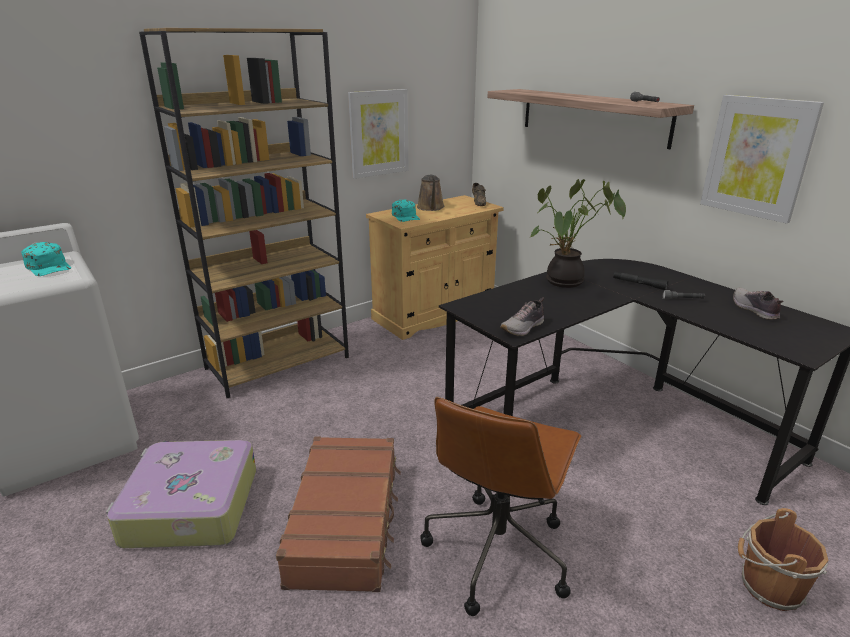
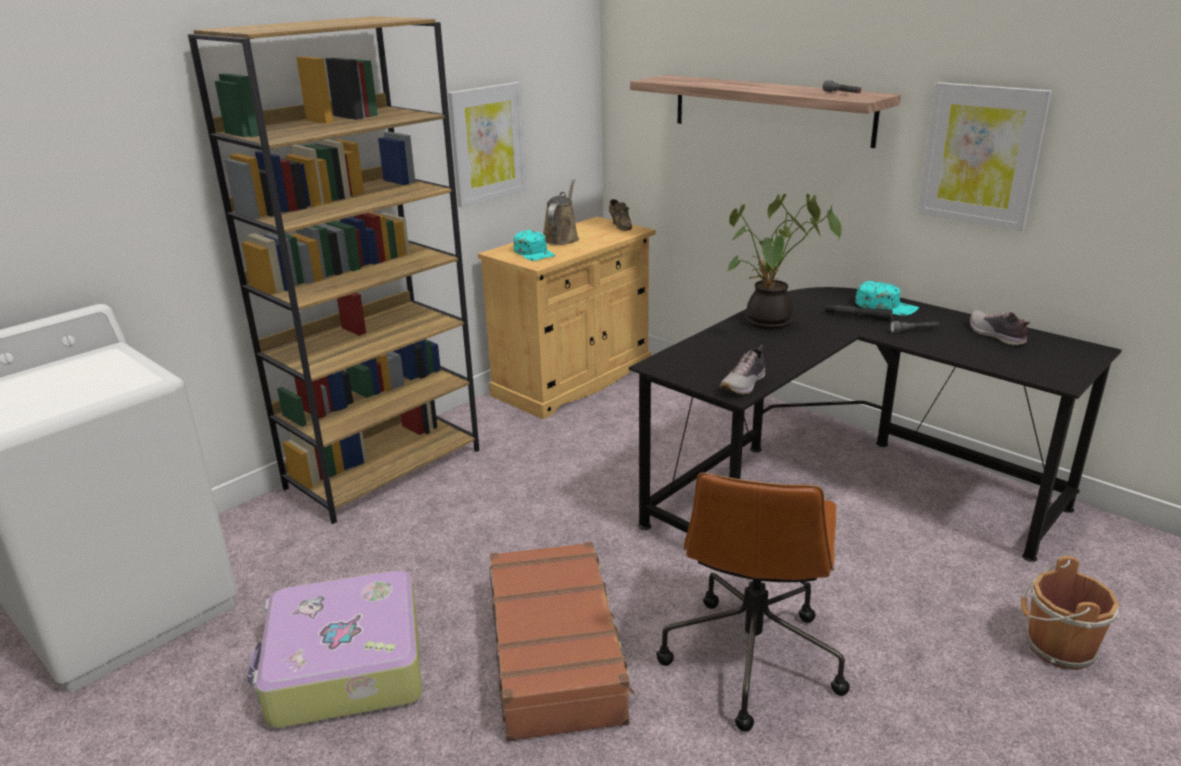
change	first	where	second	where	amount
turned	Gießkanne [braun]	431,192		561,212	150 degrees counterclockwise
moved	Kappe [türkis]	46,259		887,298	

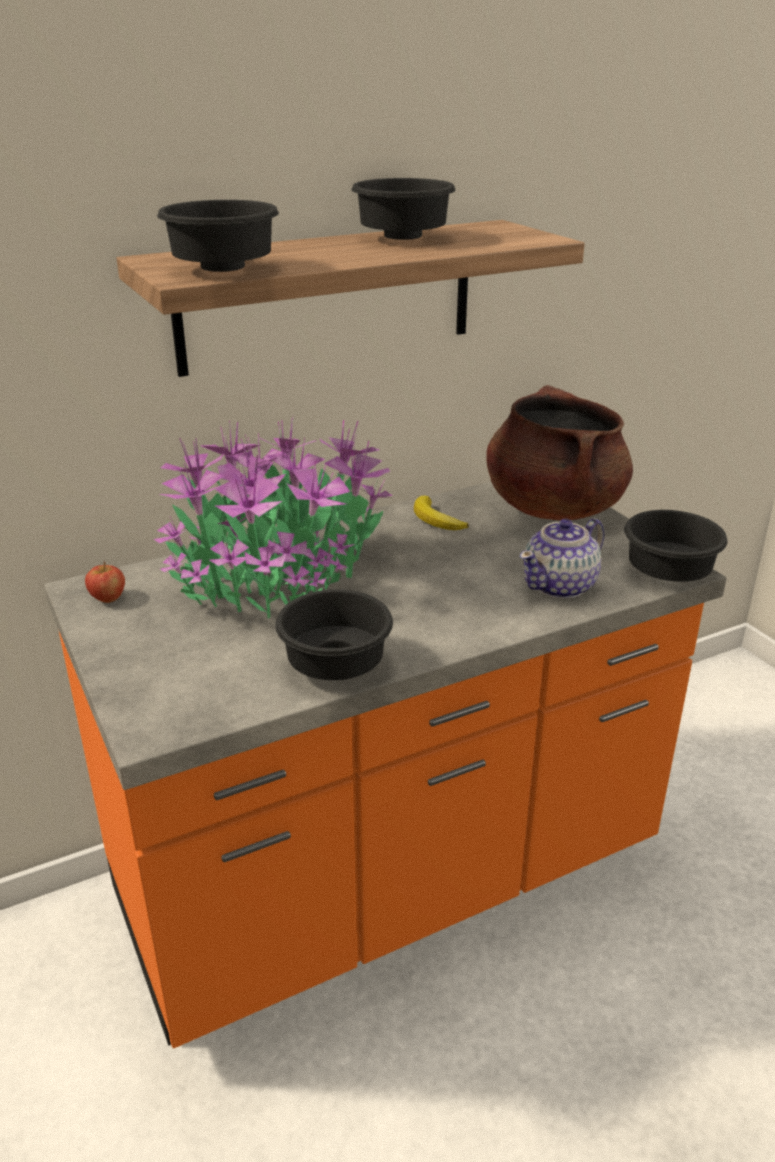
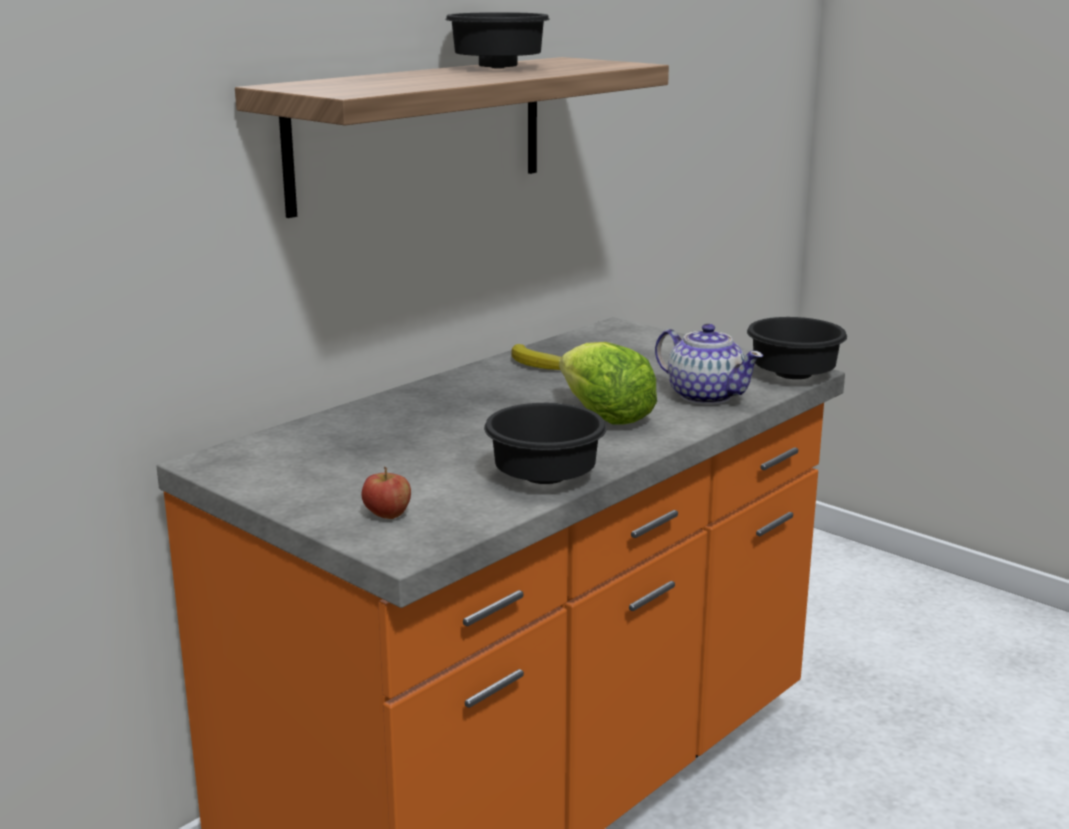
change	first	where	second	where	amount
removed	Schüssel [schwarz]	218,236			
removed	Kochtopf [braun]	559,452			
removed	Topfpflanze	273,517			
turned	Teekanne	562,558		709,364	75 degrees counterclockwise
moved	Apfel	105,582		386,492	
added			Salatkopf	608,383	

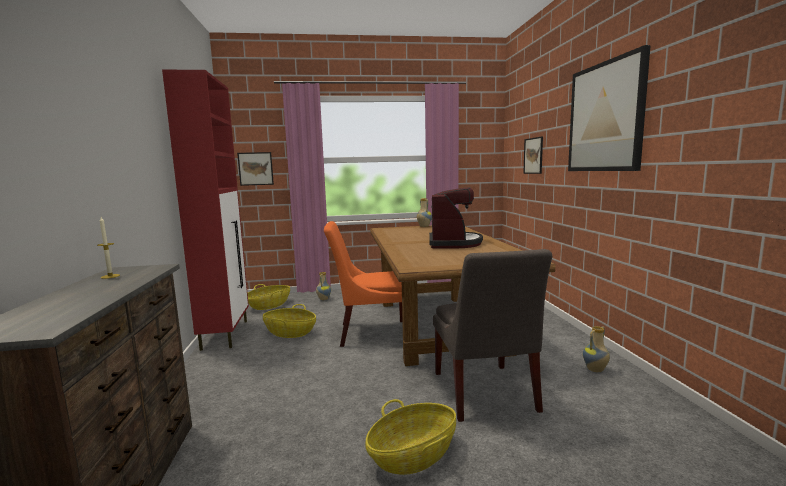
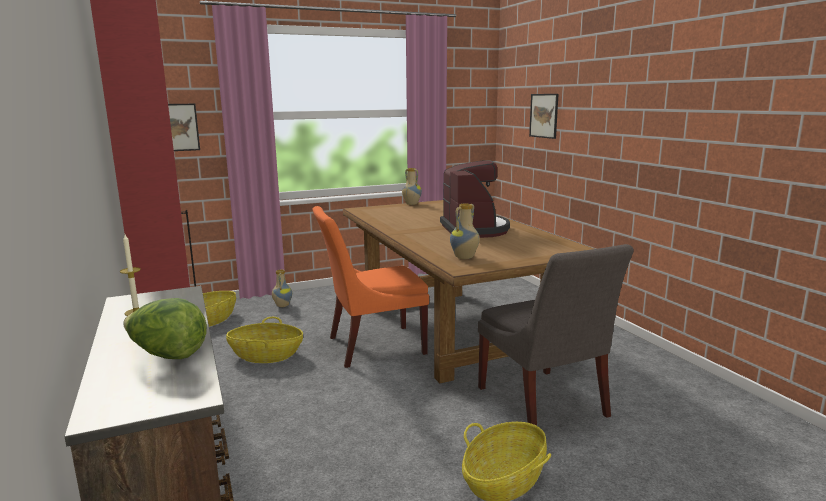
change	first	where	second	where	amount
removed	Bild	609,108			
moved	Vase	596,349		465,231	
added			Salatkopf	165,328	

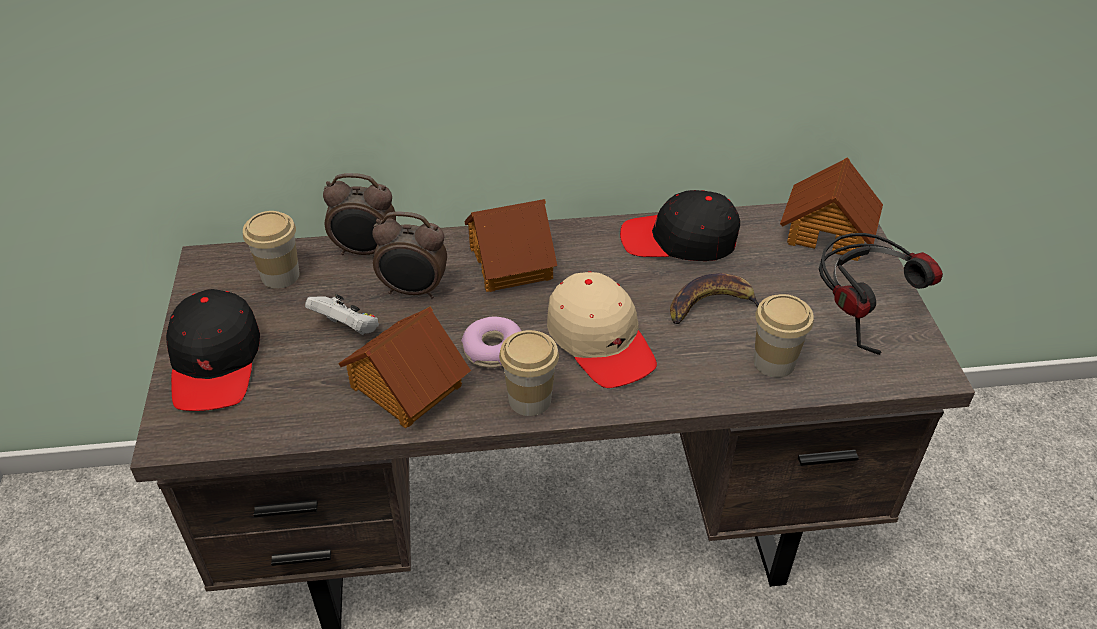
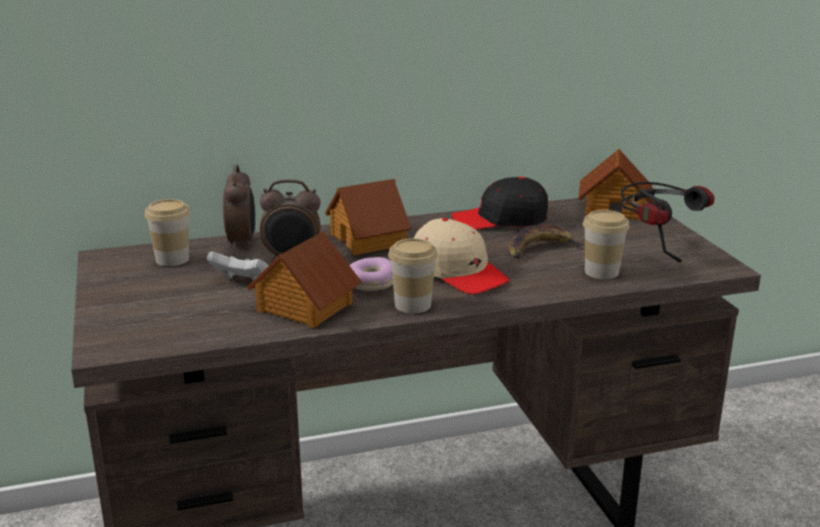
change	first	where	second	where	amount
turned	Wecker	359,214		239,206	90 degrees counterclockwise
removed	Kappe [schwarz]	213,350			

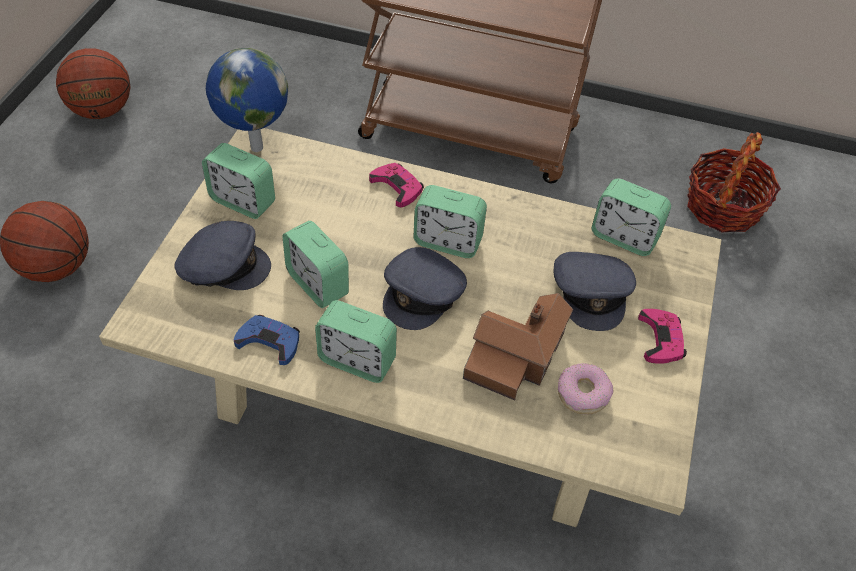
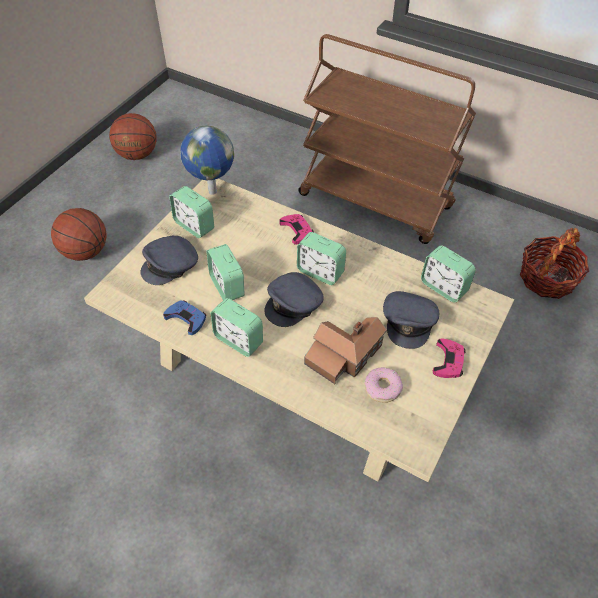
change	first	where	second	where	amount
turned	Kappe [grau]	222,255		169,260	120 degrees clockwise

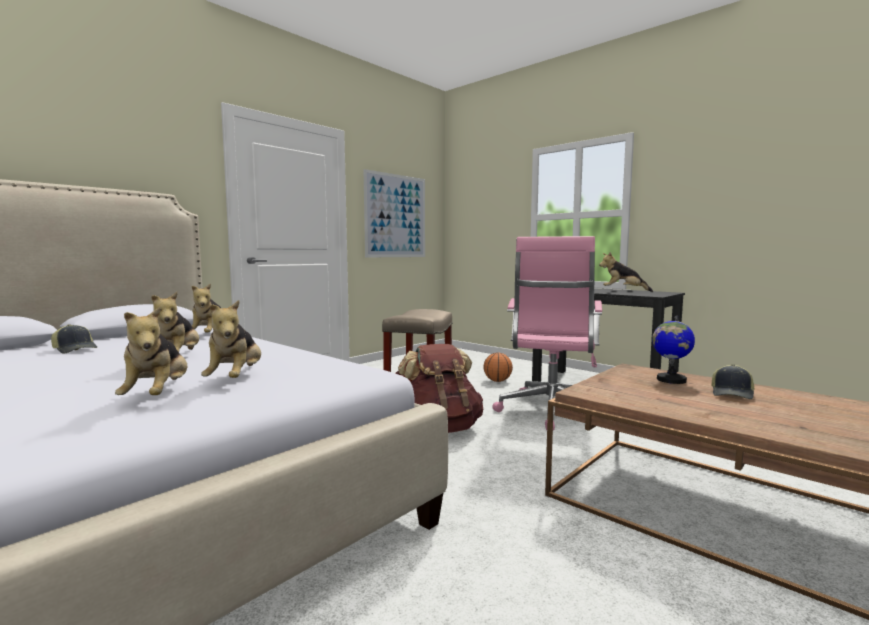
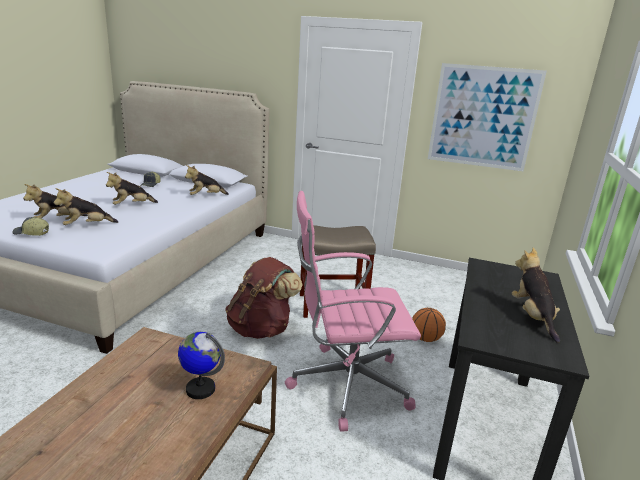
change	first	where	second	where	amount
moved	Kappe	733,381		30,226	

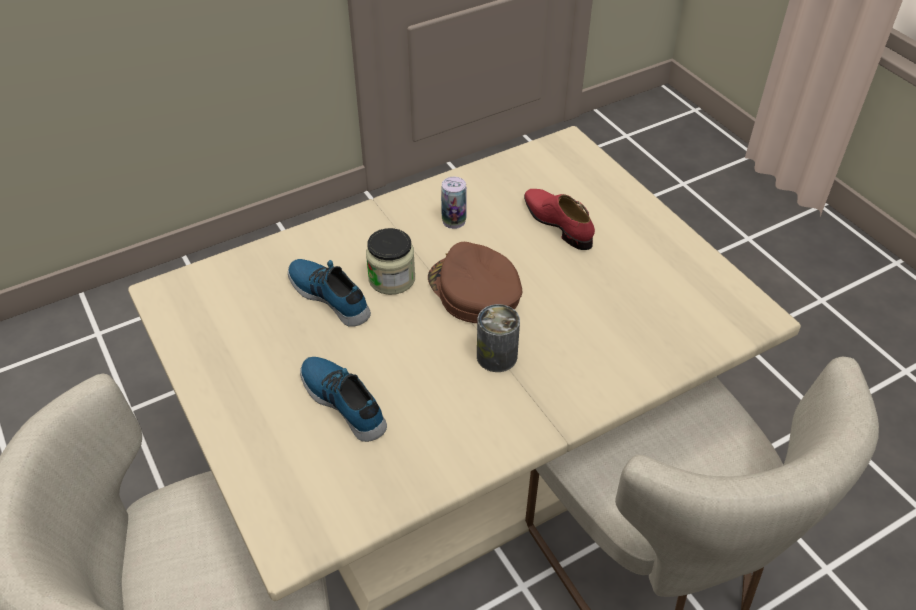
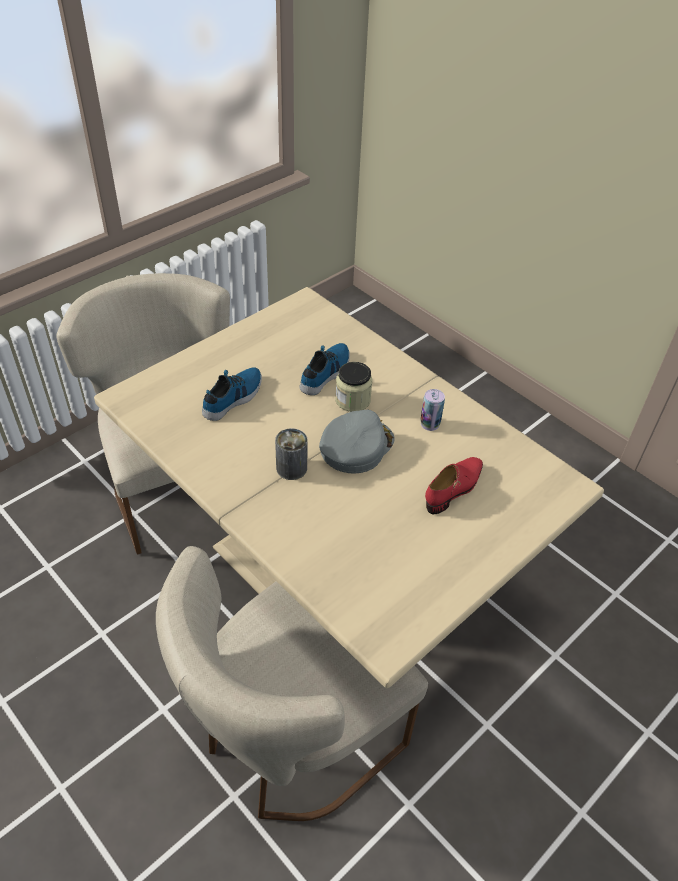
change	first	where	second	where	amount
recoloured	Kappe [braun]	475,282	Kappe [grau]	357,442	

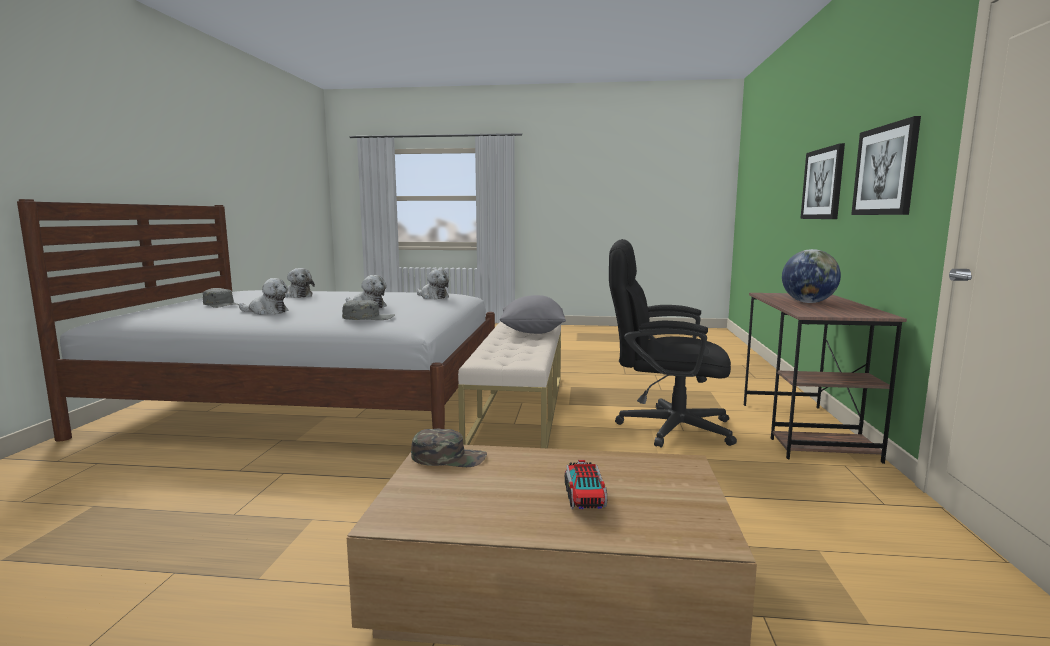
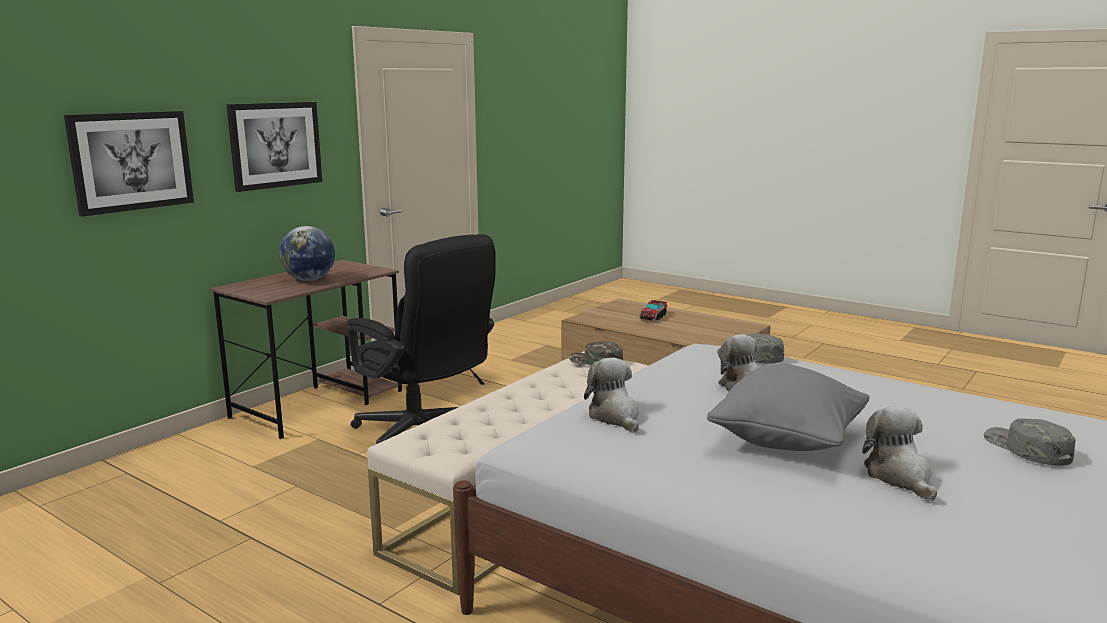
change	first	where	second	where	amount
removed	Plüschtier	264,296			
moved	Kissen [grau]	533,314		788,407	
moved	Kappe [grün]	449,448		596,353	

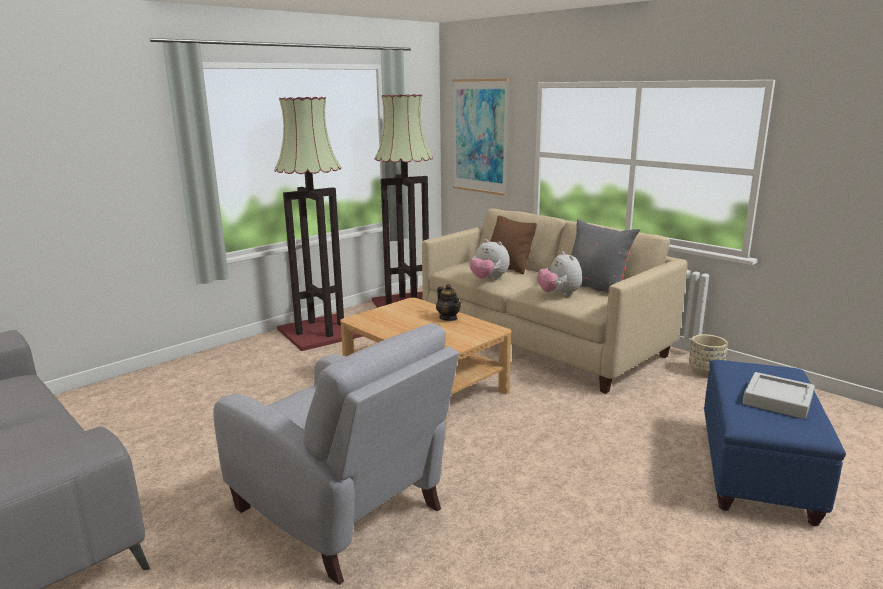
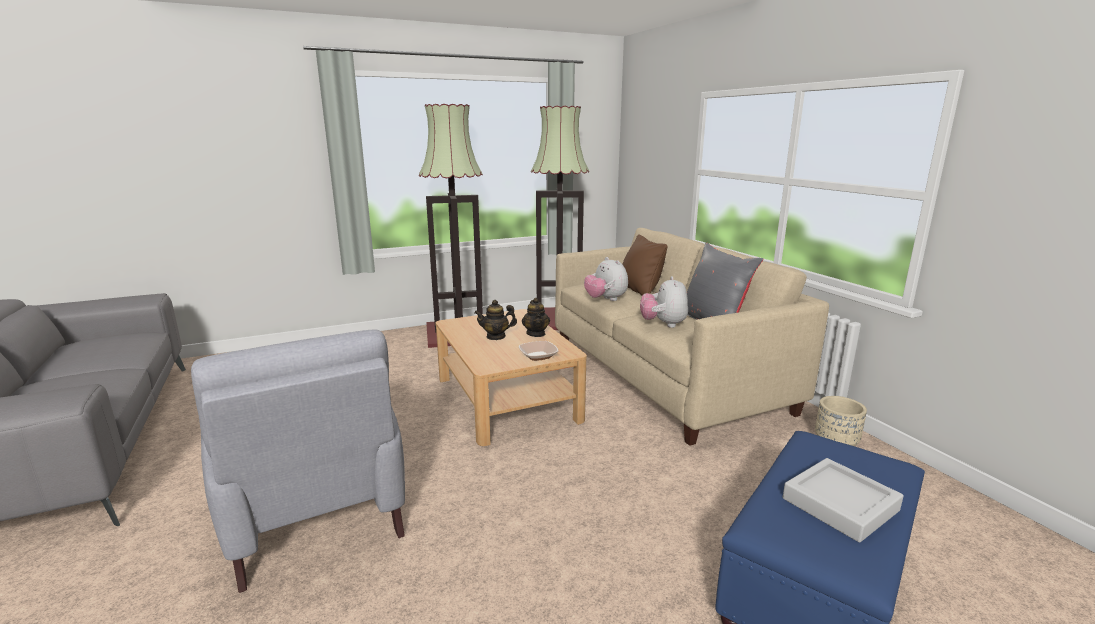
change	first	where	second	where	amount
removed	Bild	480,137			
added			Teekanne	495,320	
added			Schüssel	538,351	

